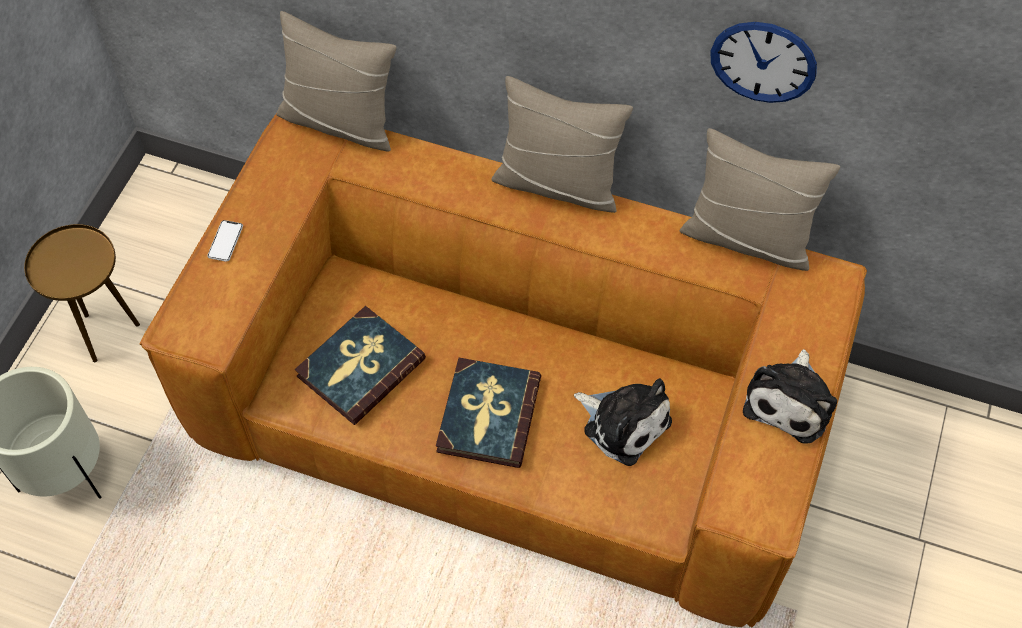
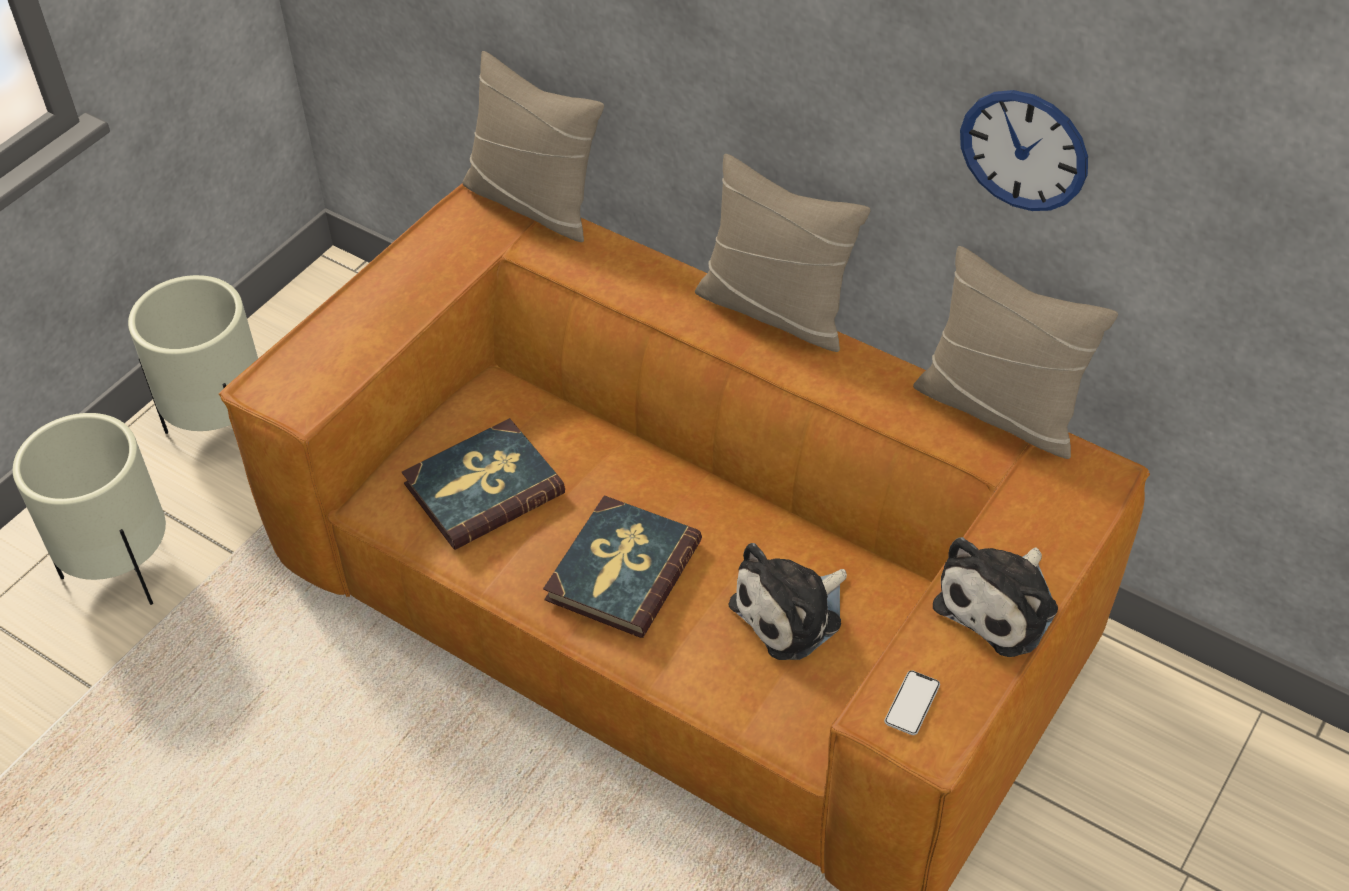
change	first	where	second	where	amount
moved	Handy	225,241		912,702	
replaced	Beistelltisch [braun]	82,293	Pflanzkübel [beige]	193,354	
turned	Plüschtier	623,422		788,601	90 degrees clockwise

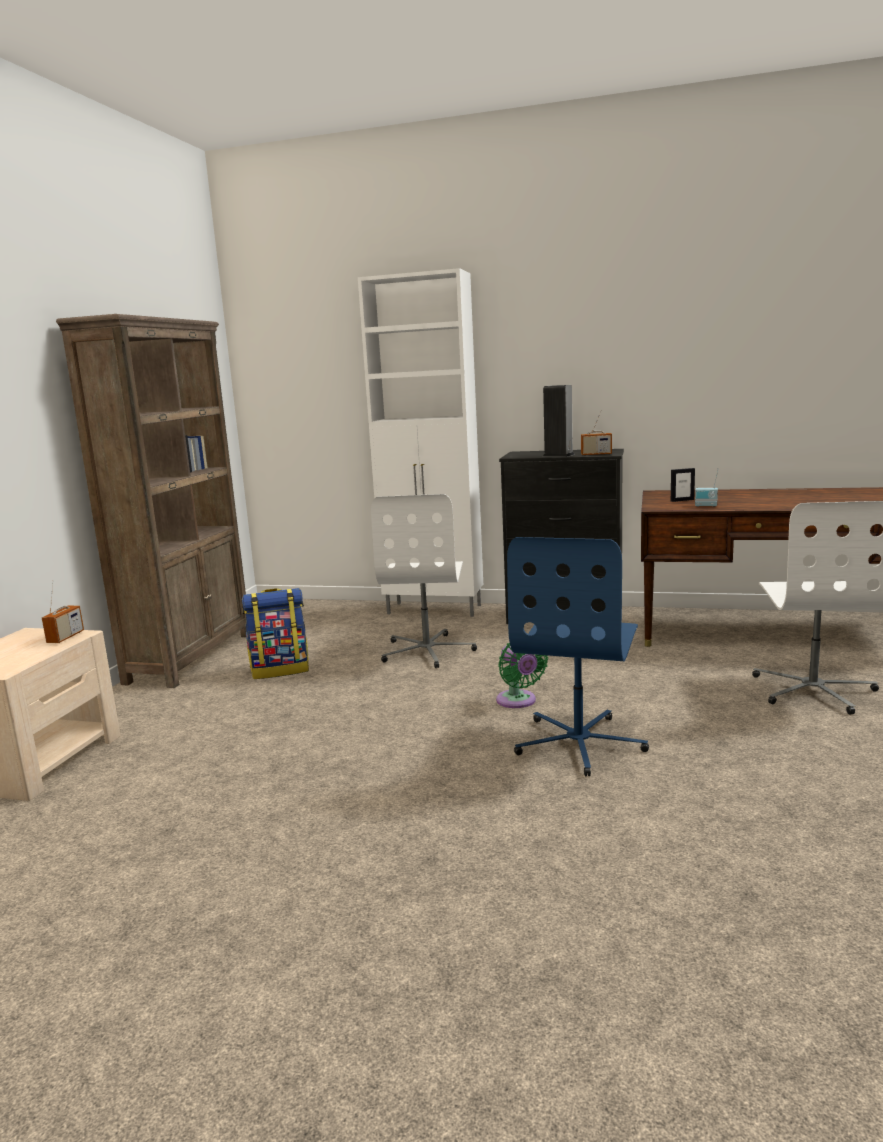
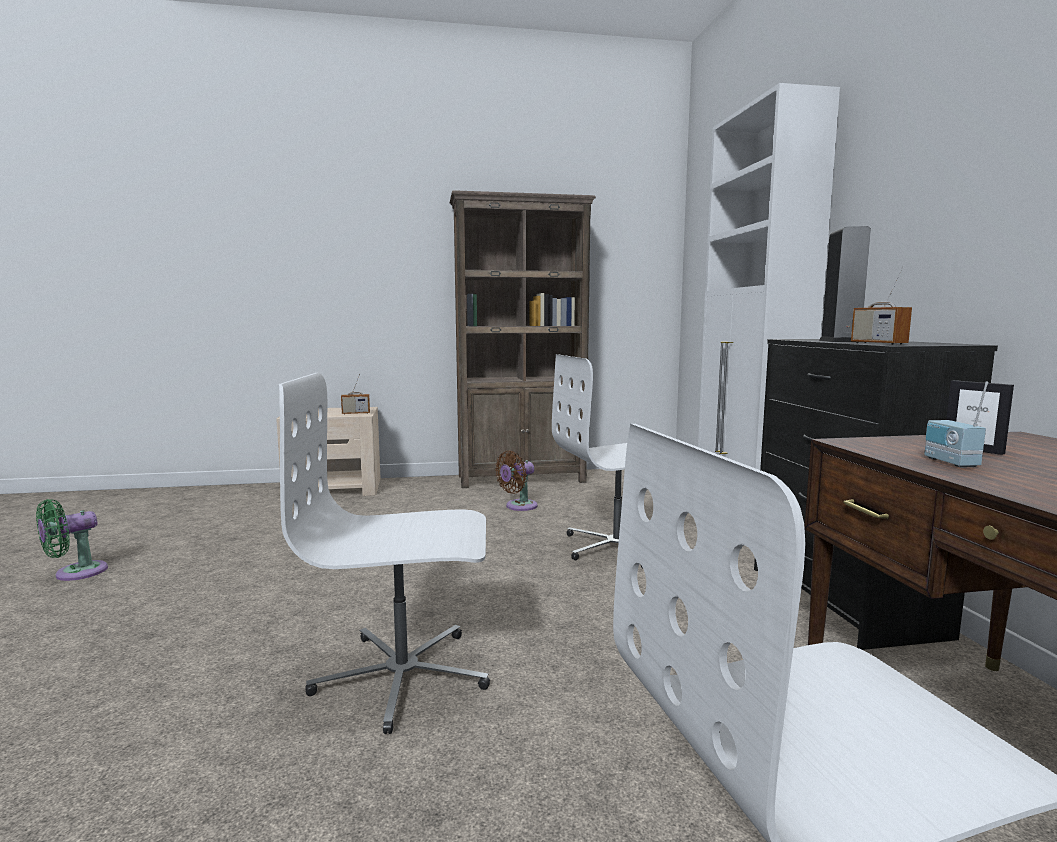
change	first	where	second	where	amount
recoloured	Bürostuhl [blau]	578,656	Bürostuhl [weiß]	384,553	
replaced	Rucksack	275,633	Ventilator [braun]	516,481	
moved	Ventilator [grün]	522,675		72,540	

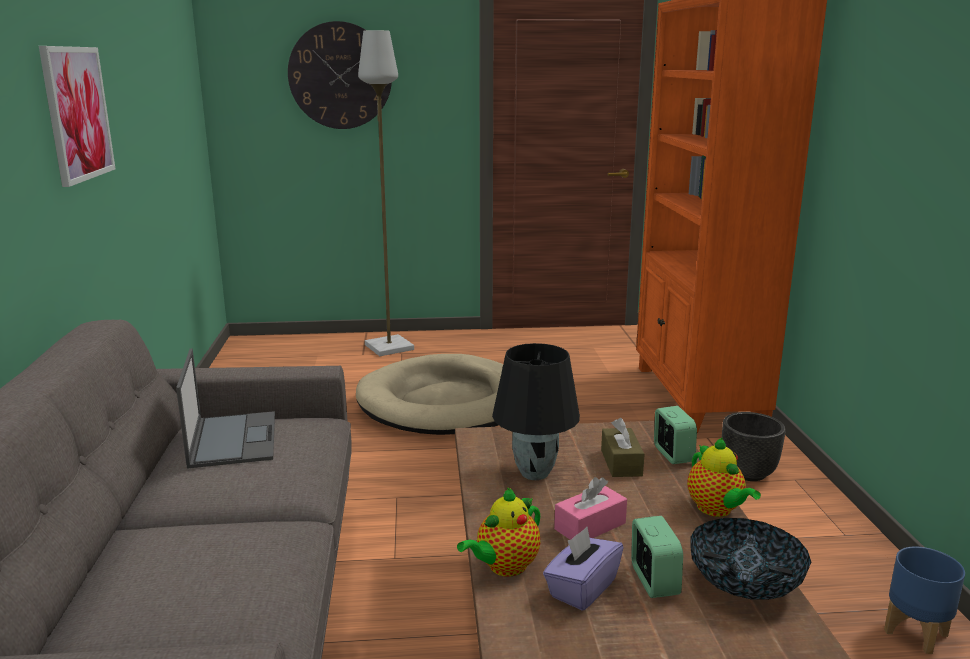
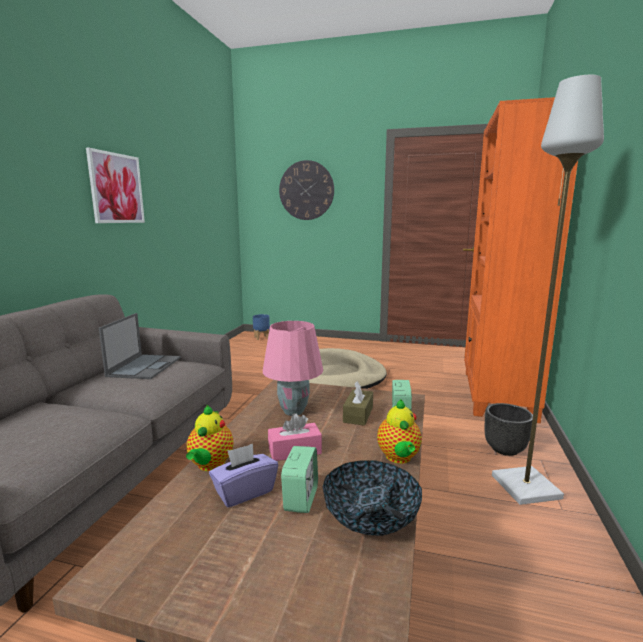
change	first	where	second	where	amount
moved	Stehlampe [grau]	386,193		548,290	
recoloured	Tischlampe [schwarz]	536,411	Tischlampe [rosa]	293,368	
turned	Teekanne	498,531		210,438	60 degrees counterclockwise
moved	Pflanzkübel [blau]	924,600		261,327	

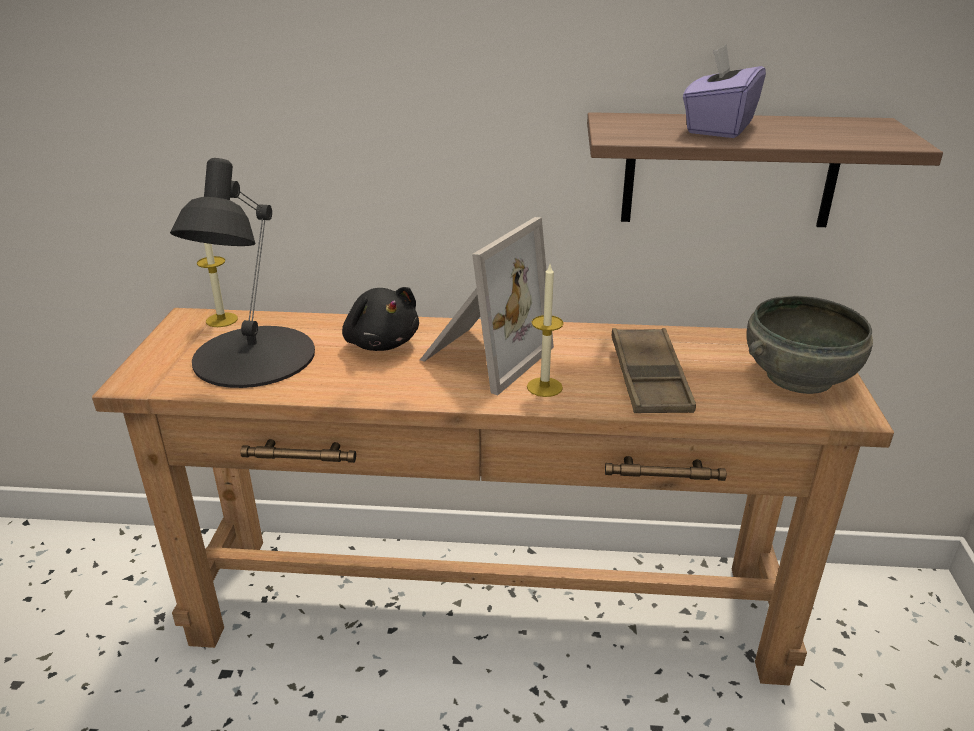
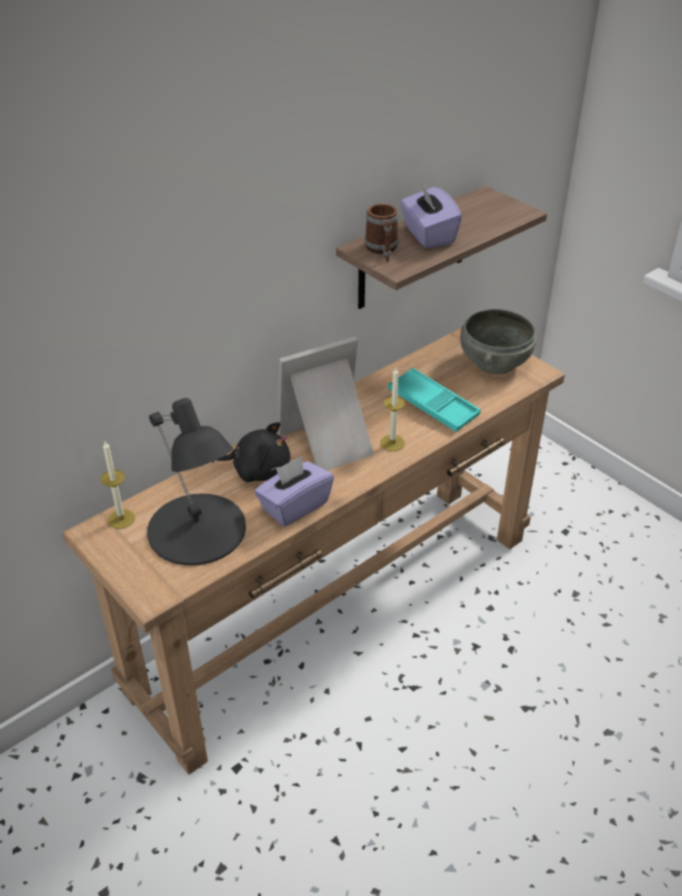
change	first	where	second	where	amount
turned	Bilderrahmen	487,306		326,404	105 degrees counterclockwise
recoloured	Tablett [braun]	653,370	Tablett [türkis]	434,400	
added			Henkelbecher	381,233	
added			Taschentuchbox [lila]	294,491	

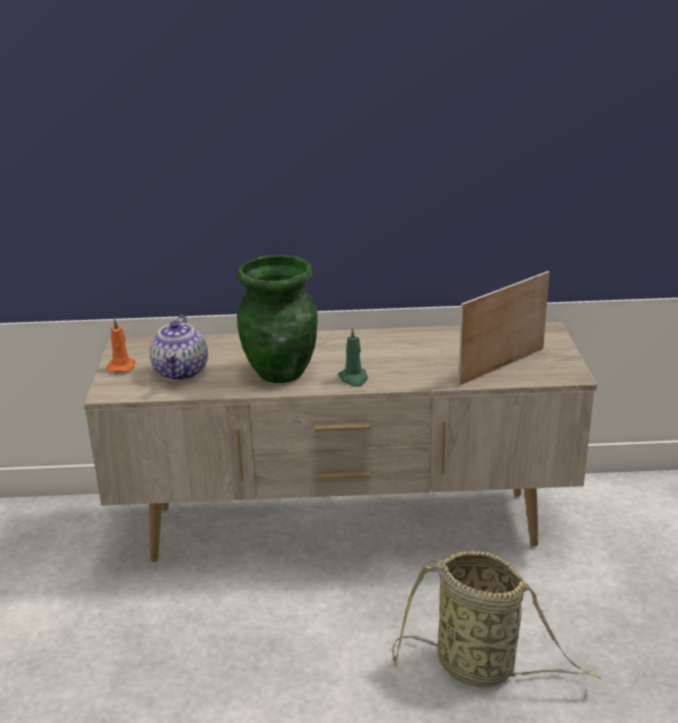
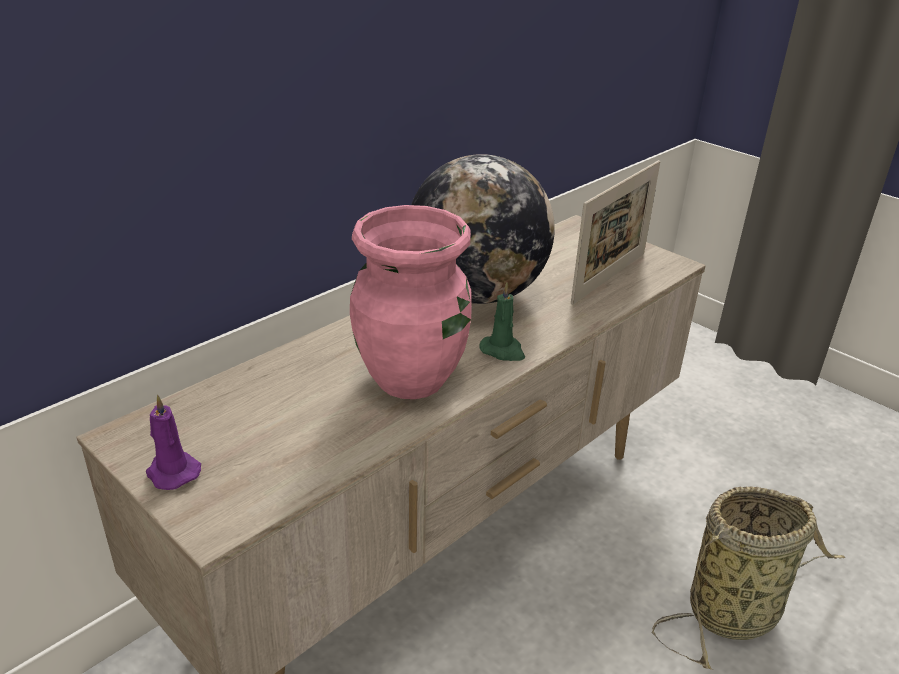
change	first	where	second	where	amount
recoloured	Vase [grün]	277,319	Vase [rosa]	411,302	
turned	Bilderrahmen	503,328		615,232	150 degrees counterclockwise
removed	Teekanne	178,348			
recoloured	Kerze [orange]	120,345	Kerze [lila]	173,442	
added			Globus	483,229	

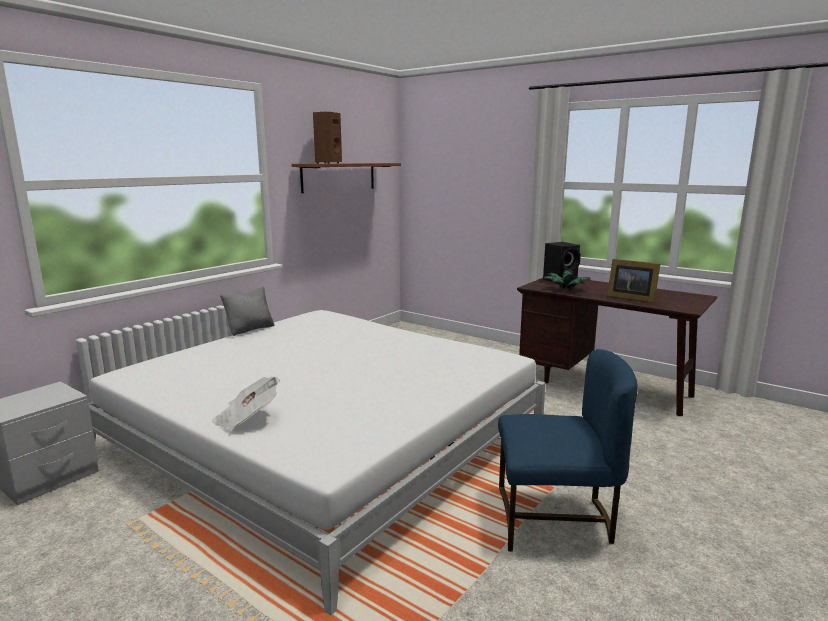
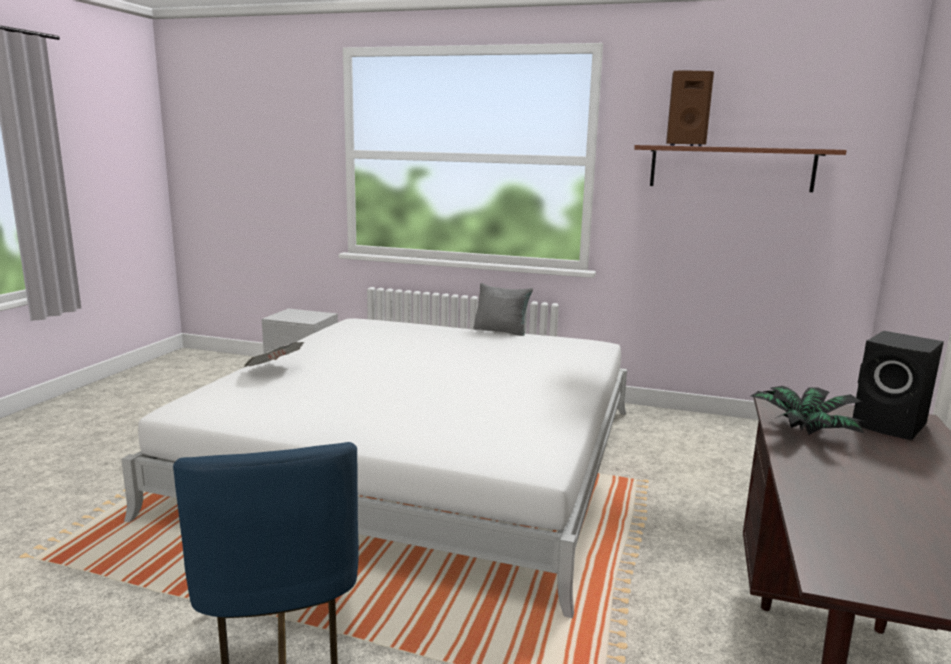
change	first	where	second	where	amount
removed	Bilderrahmen	633,281			

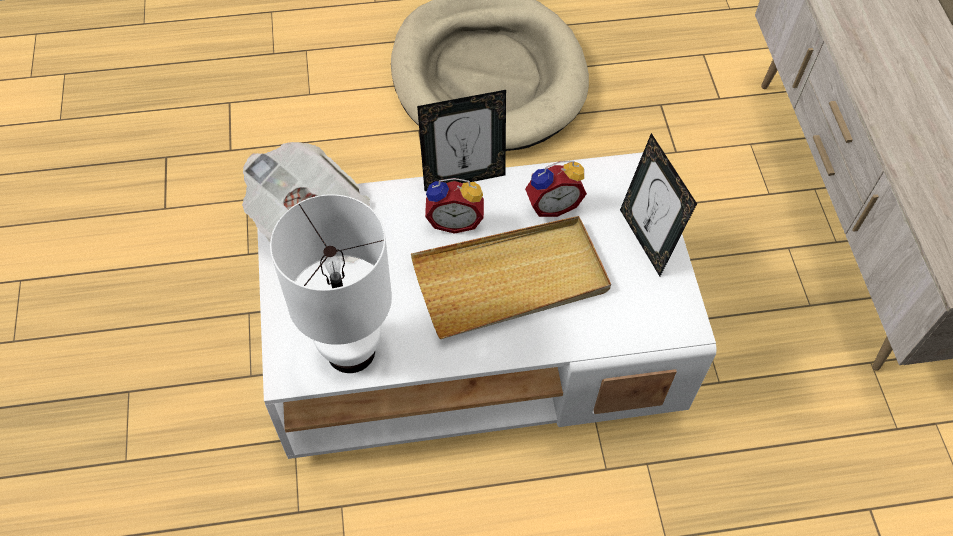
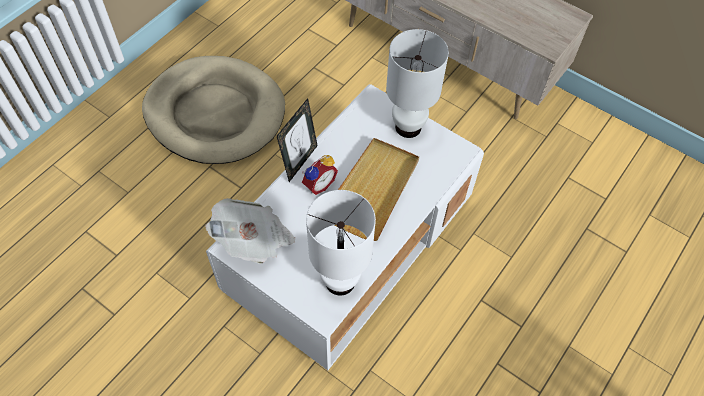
change	first	where	second	where	amount
replaced	Bilderrahmen	658,204	Tischlampe [weiß]	417,83	
removed	Wecker	556,189			

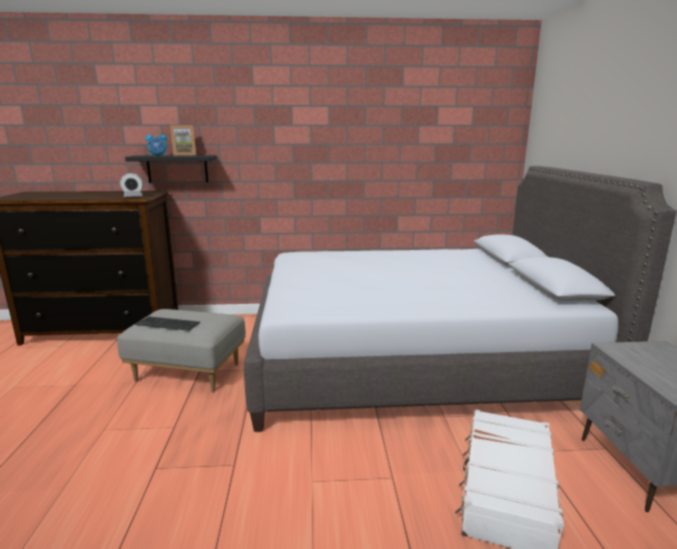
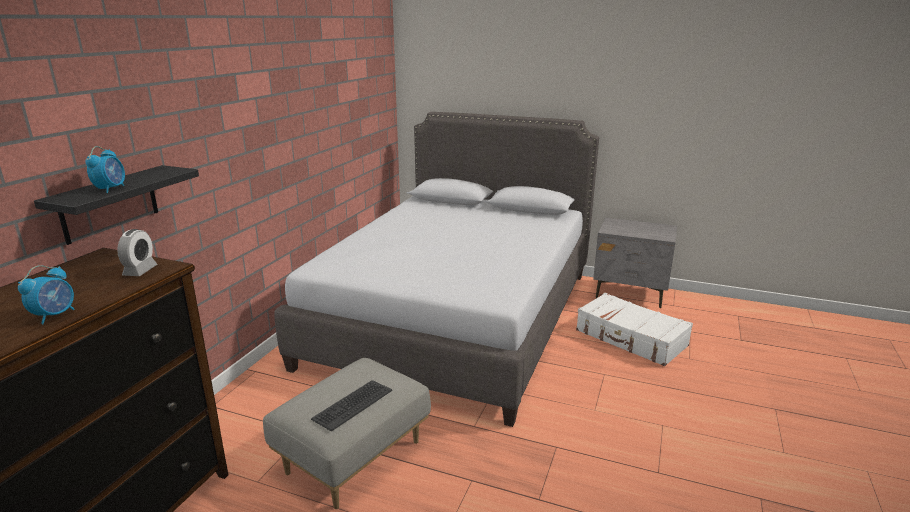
change	first	where	second	where	amount
removed	Bilderrahmen	183,140			
added			Wecker	46,294	

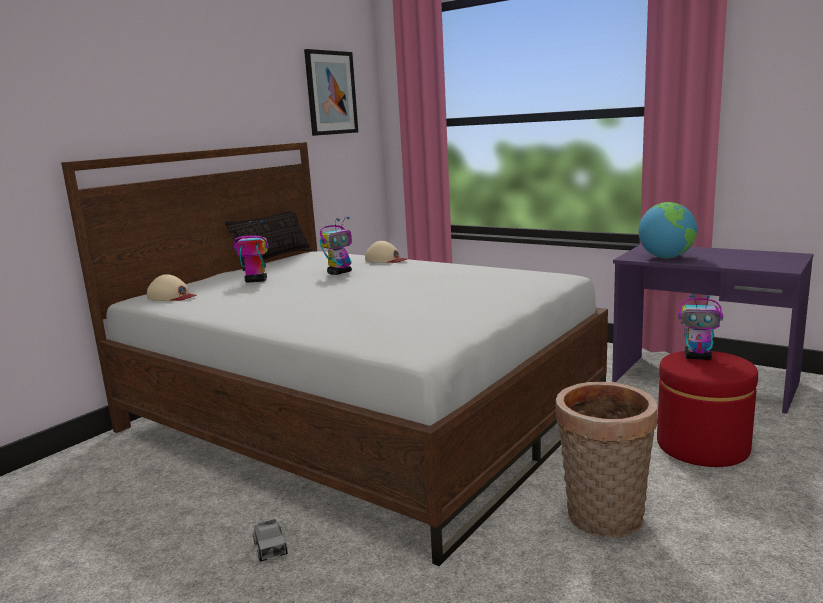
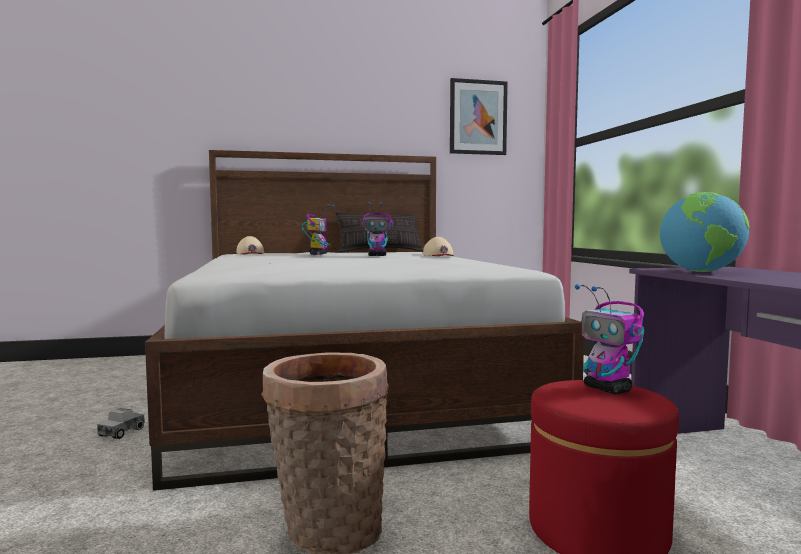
change	first	where	second	where	amount
turned	Spielzeugroboter	251,251		318,230	60 degrees clockwise

